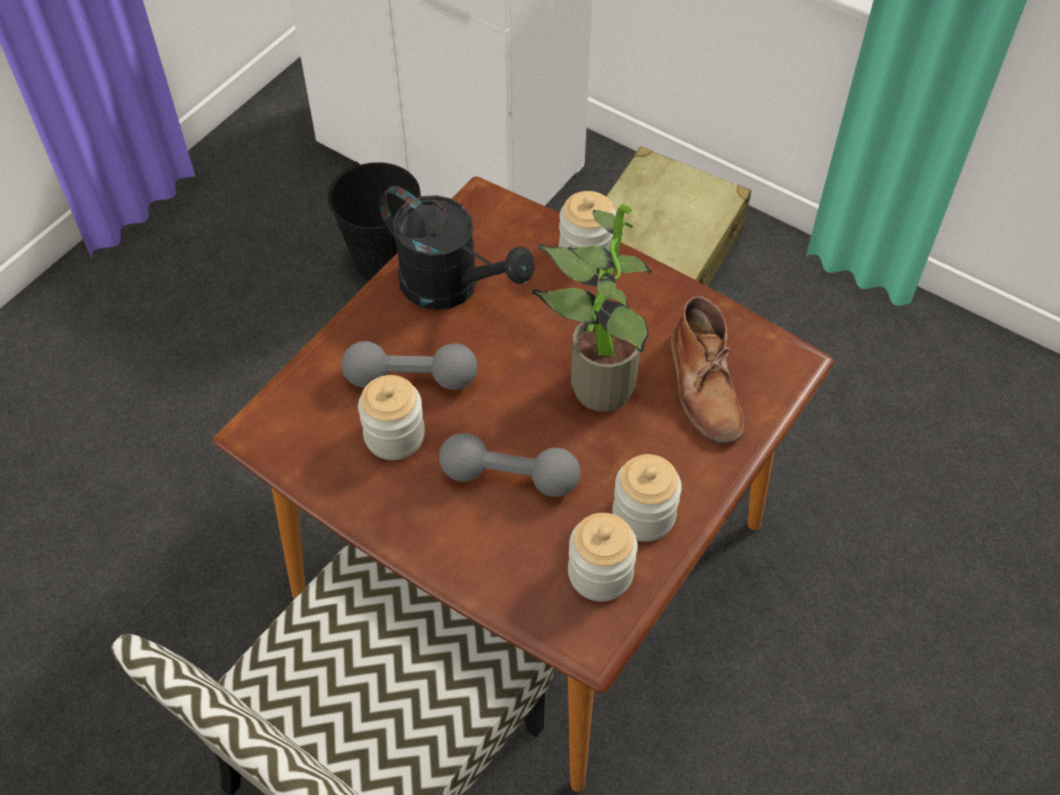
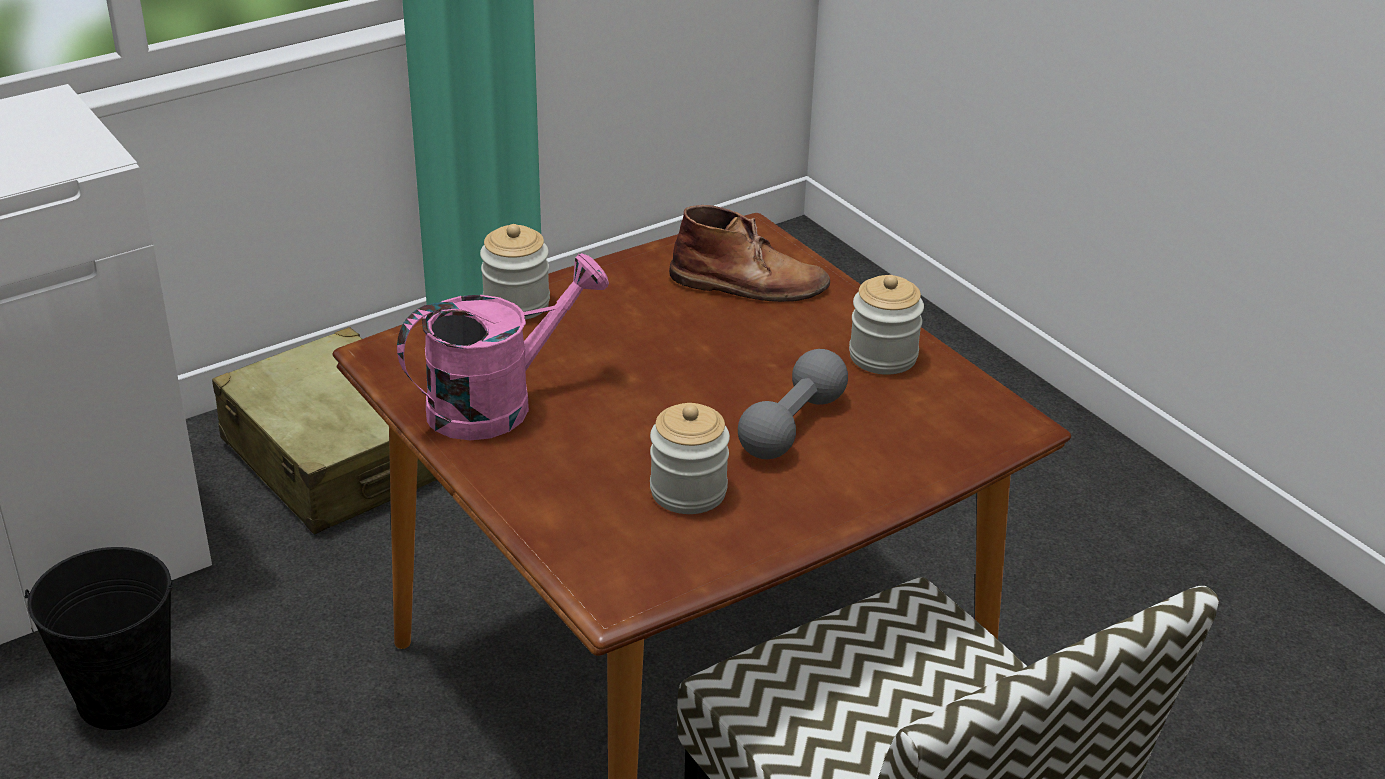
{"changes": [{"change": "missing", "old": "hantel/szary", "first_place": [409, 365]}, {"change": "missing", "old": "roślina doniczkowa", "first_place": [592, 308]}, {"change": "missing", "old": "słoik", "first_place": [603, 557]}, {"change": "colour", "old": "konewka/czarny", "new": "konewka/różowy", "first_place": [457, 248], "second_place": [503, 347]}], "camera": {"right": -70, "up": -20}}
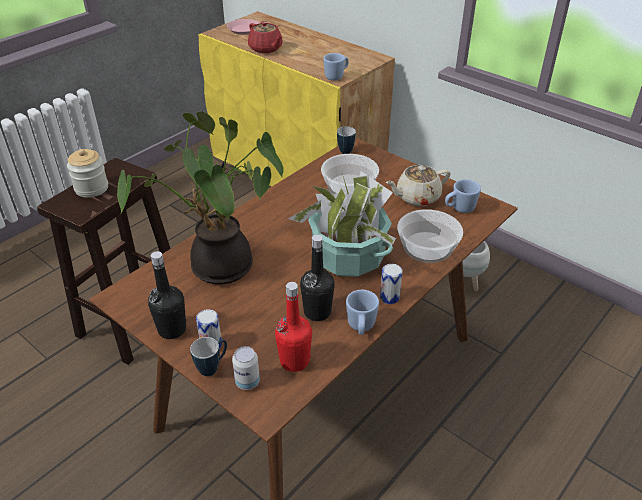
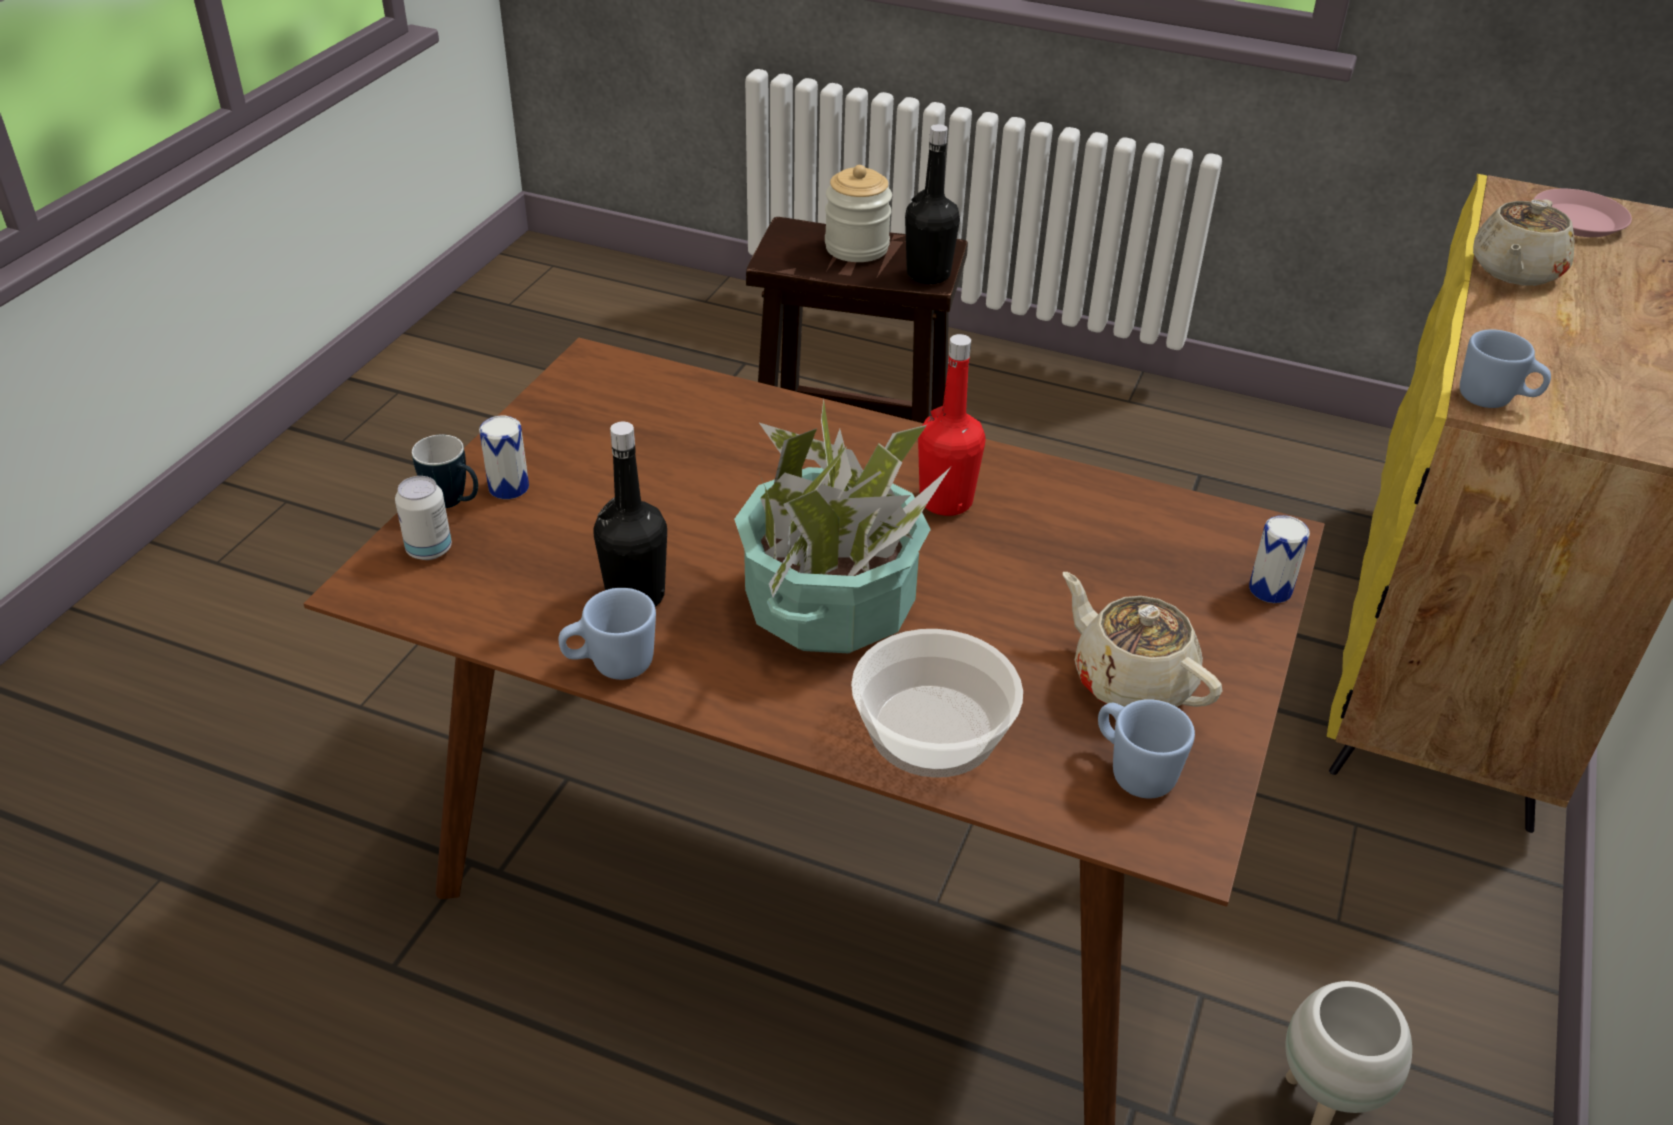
{"changes": [{"change": "missing", "old": "roślina doniczkowa", "first_place": [200, 198]}, {"change": "missing", "old": "miska", "first_place": [350, 174]}, {"change": "missing", "old": "kubek", "first_place": [346, 140]}, {"change": "relocated", "old": "butelka/czarny", "first_place": [167, 295], "second_place": [932, 204]}, {"change": "relocated", "old": "butelka/czerwony", "first_place": [293, 327], "second_place": [951, 425]}, {"change": "relocated", "old": "puszka", "first_place": [391, 284], "second_place": [1279, 559]}, {"change": "colour", "old": "imbryk/czerwony", "new": "imbryk/beżowy", "first_place": [265, 37], "second_place": [1523, 242]}], "camera": {"right": 70, "up": 0}}
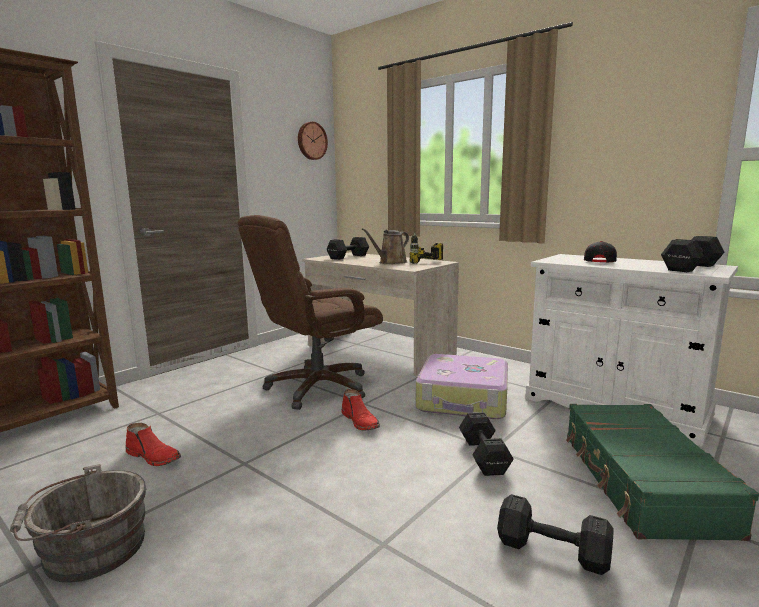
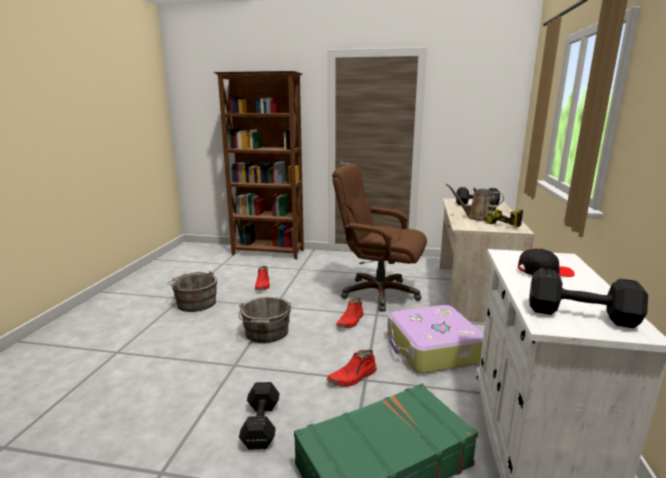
{"changes": [{"change": "missing", "old": "zegar ścienny", "first_place": [313, 141]}, {"change": "appeared", "new": "wiadro/szary", "second_place": [265, 320]}, {"change": "exchanged", "old": "hantel/czarny", "new": "but z cholewką/czerwony", "first_place": [486, 444], "second_place": [352, 368]}], "camera": {"right": 60, "up": 5}}
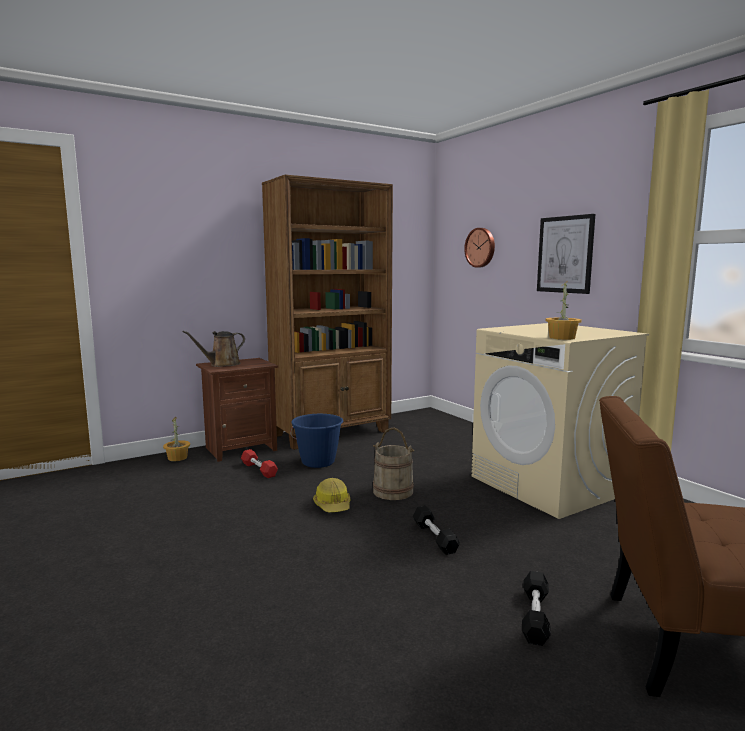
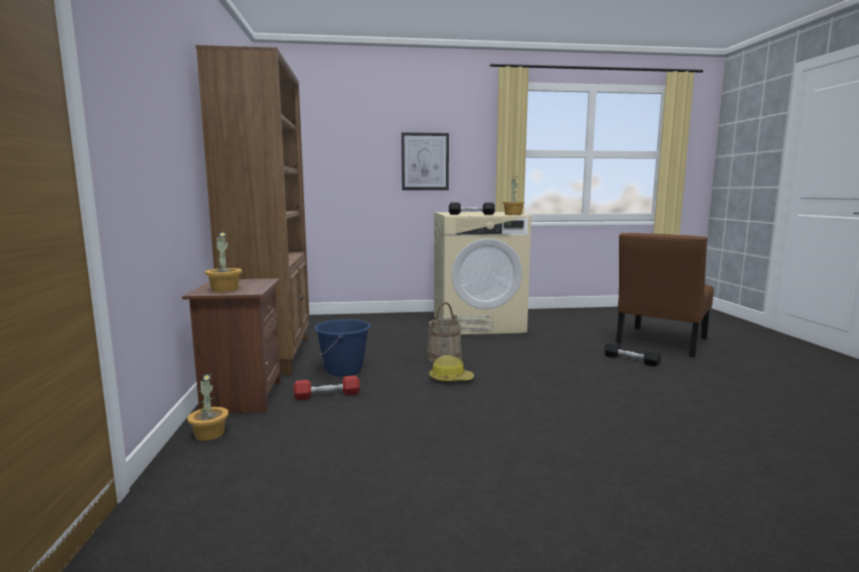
{"changes": [{"change": "missing", "old": "zegar ścienny", "first_place": [479, 248]}, {"change": "relocated", "old": "hantel/czarny", "first_place": [436, 530], "second_place": [472, 208]}, {"change": "exchanged", "old": "konewka/brązowy", "new": "roślina doniczkowa", "first_place": [214, 349], "second_place": [223, 262]}], "camera": {"right": -65, "up": 0}}
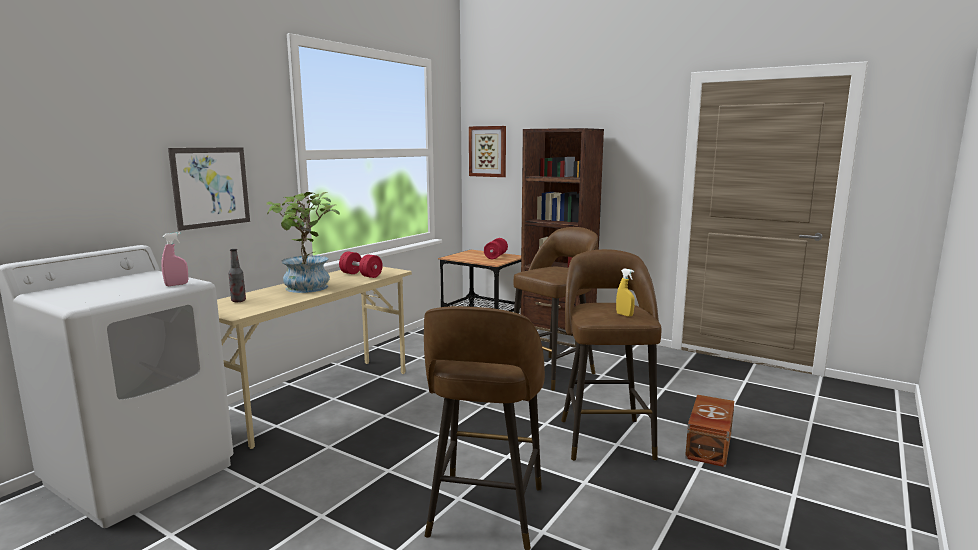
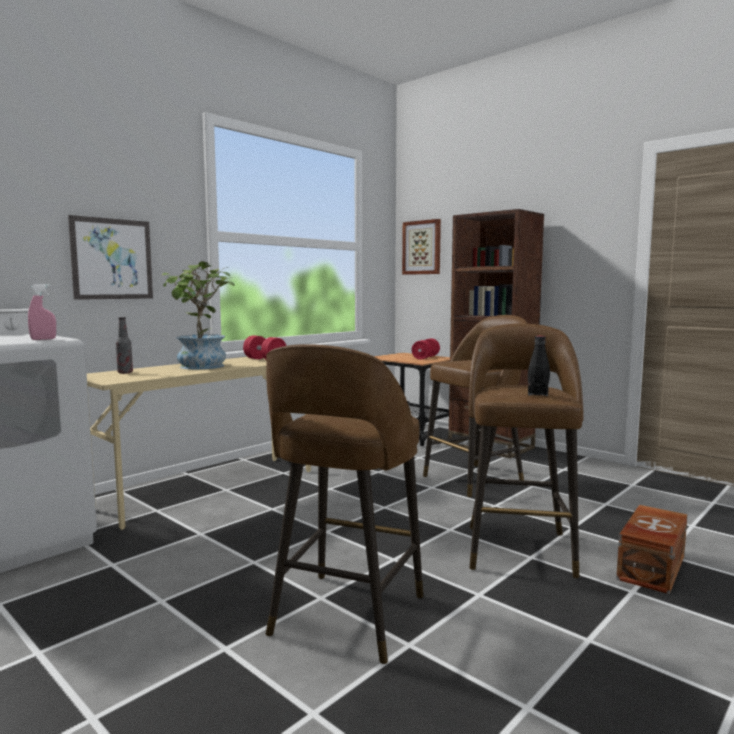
{"changes": [{"change": "exchanged", "old": "spryskiwacz/żółty", "new": "butelka/czarny", "first_place": [625, 293], "second_place": [539, 366]}], "camera": {"right": 10, "up": -5}}
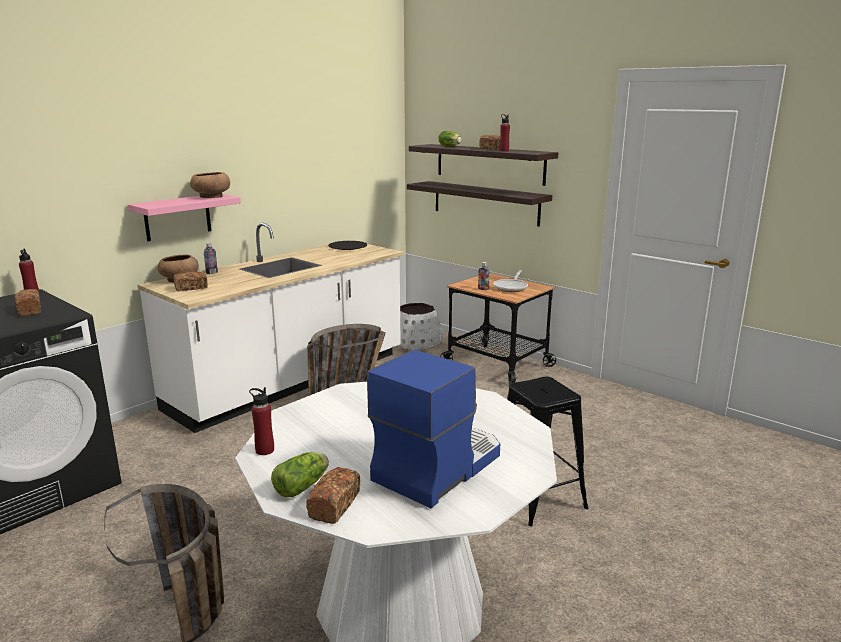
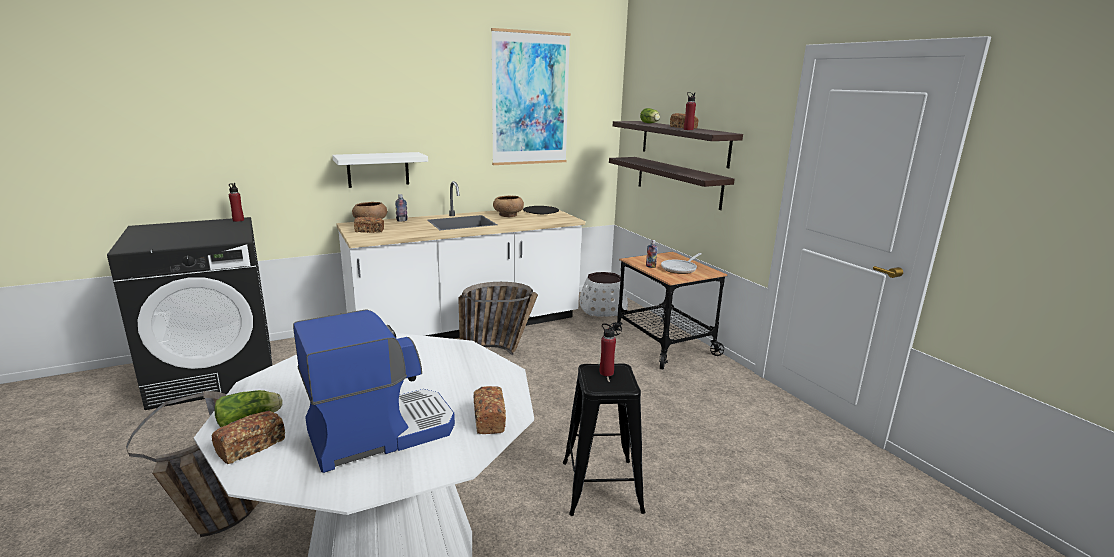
{"changes": [{"change": "appeared", "new": "obraz", "second_place": [531, 96]}, {"change": "relocated", "old": "chleb", "first_place": [28, 302], "second_place": [489, 410]}, {"change": "relocated", "old": "miska/brązowy", "first_place": [210, 185], "second_place": [508, 206]}, {"change": "relocated", "old": "butelka/czerwony", "first_place": [261, 421], "second_place": [608, 349]}, {"change": "colour", "old": "półka/różowy", "new": "półka/biały", "first_place": [184, 217], "second_place": [380, 170]}], "camera": {"right": 20, "up": 0}}
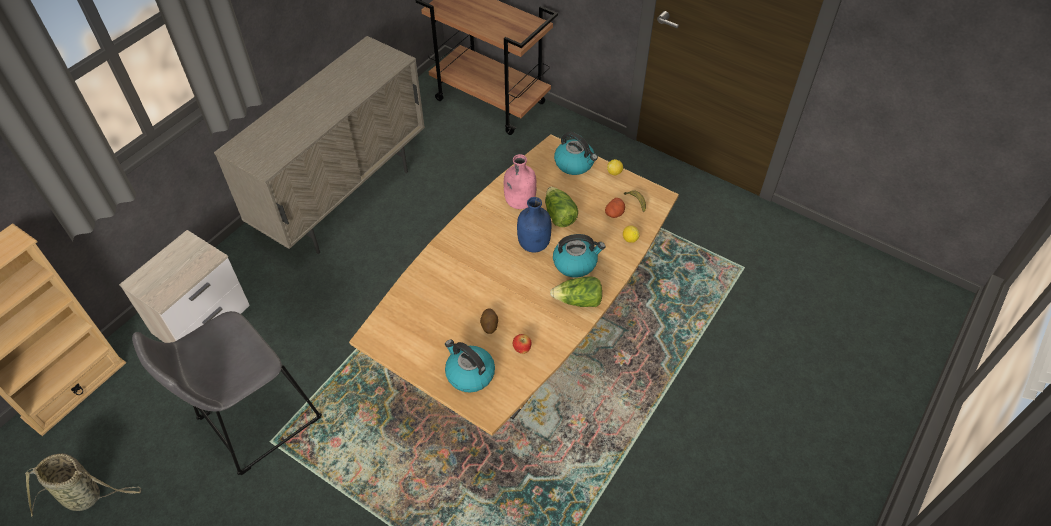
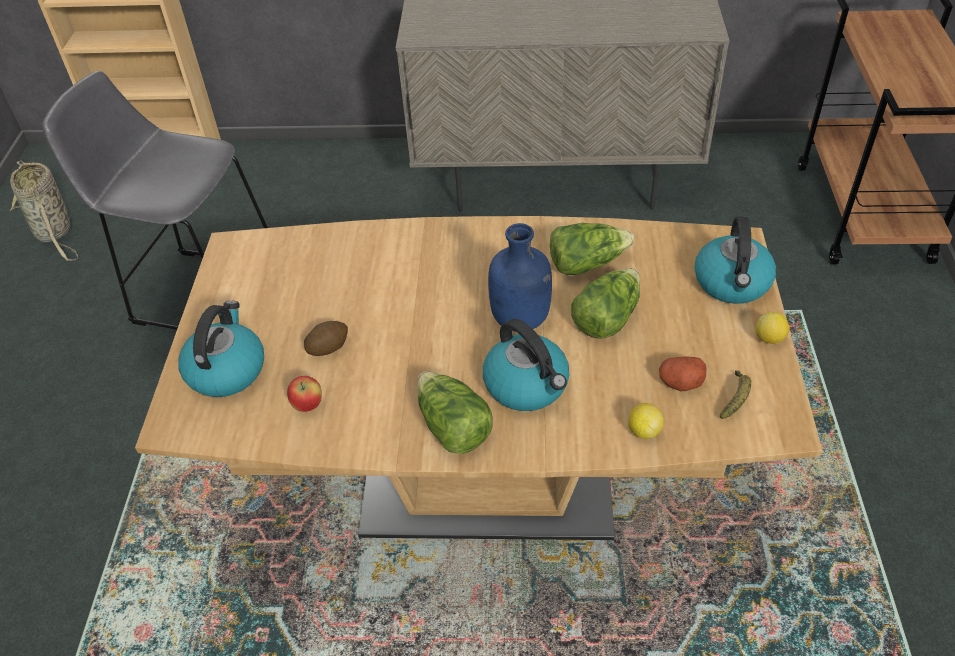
{"changes": [{"change": "missing", "old": "szafka nocna", "first_place": [184, 286]}, {"change": "exchanged", "old": "butelka/różowy", "new": "sałata", "first_place": [520, 181], "second_place": [592, 249]}], "camera": {"right": 60, "up": -5}}
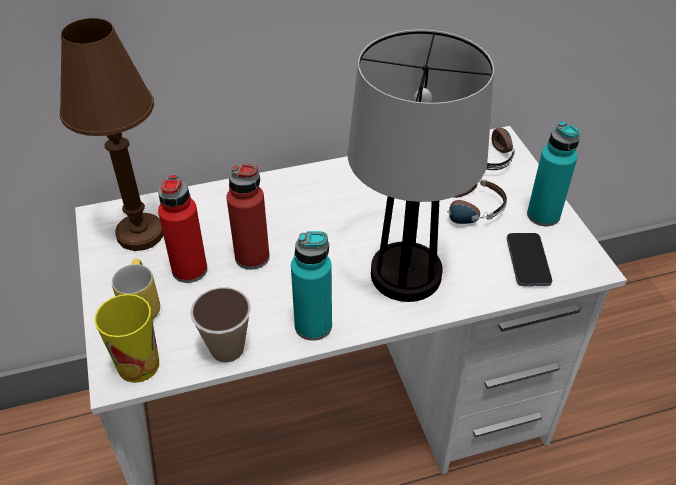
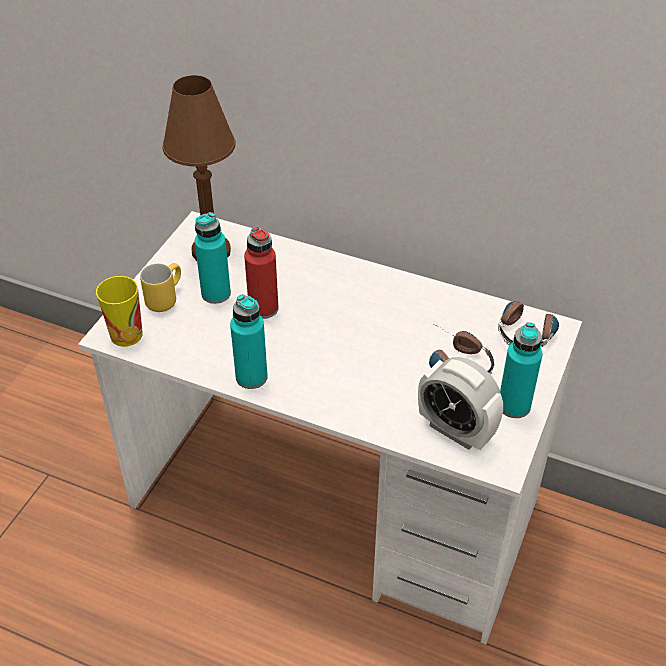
{"changes": [{"change": "missing", "old": "filiżanka", "first_place": [220, 325]}, {"change": "missing", "old": "lampa stołowa", "first_place": [421, 166]}, {"change": "exchanged", "old": "telefon", "new": "budzik", "first_place": [529, 259], "second_place": [460, 403]}, {"change": "colour", "old": "butelka/czerwony", "new": "butelka/turkusowy", "first_place": [182, 228], "second_place": [213, 258]}], "camera": {"right": 40, "up": 0}}
